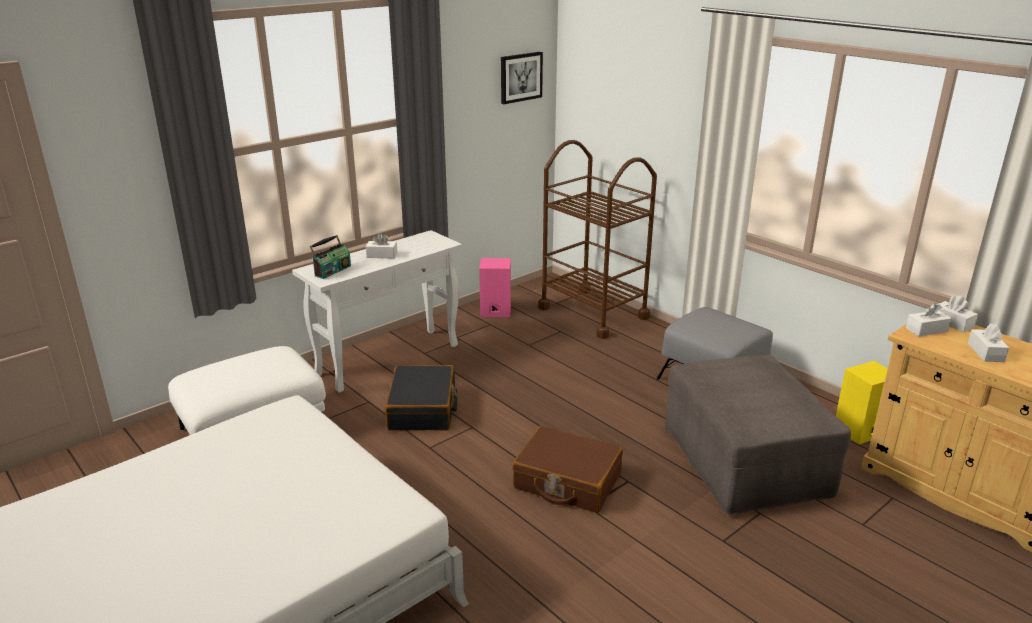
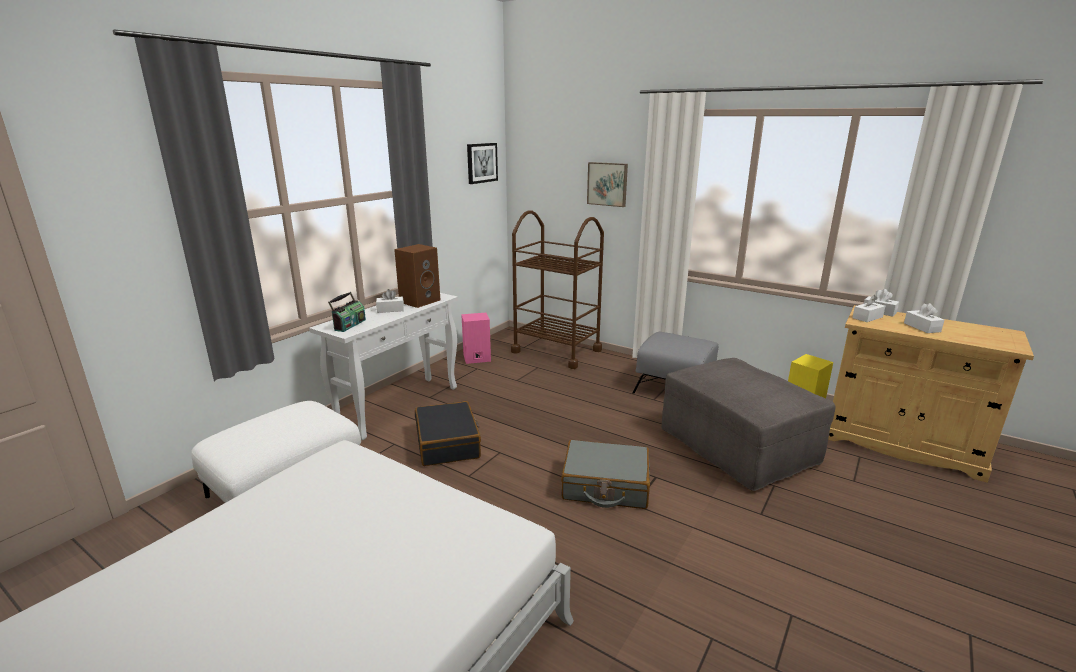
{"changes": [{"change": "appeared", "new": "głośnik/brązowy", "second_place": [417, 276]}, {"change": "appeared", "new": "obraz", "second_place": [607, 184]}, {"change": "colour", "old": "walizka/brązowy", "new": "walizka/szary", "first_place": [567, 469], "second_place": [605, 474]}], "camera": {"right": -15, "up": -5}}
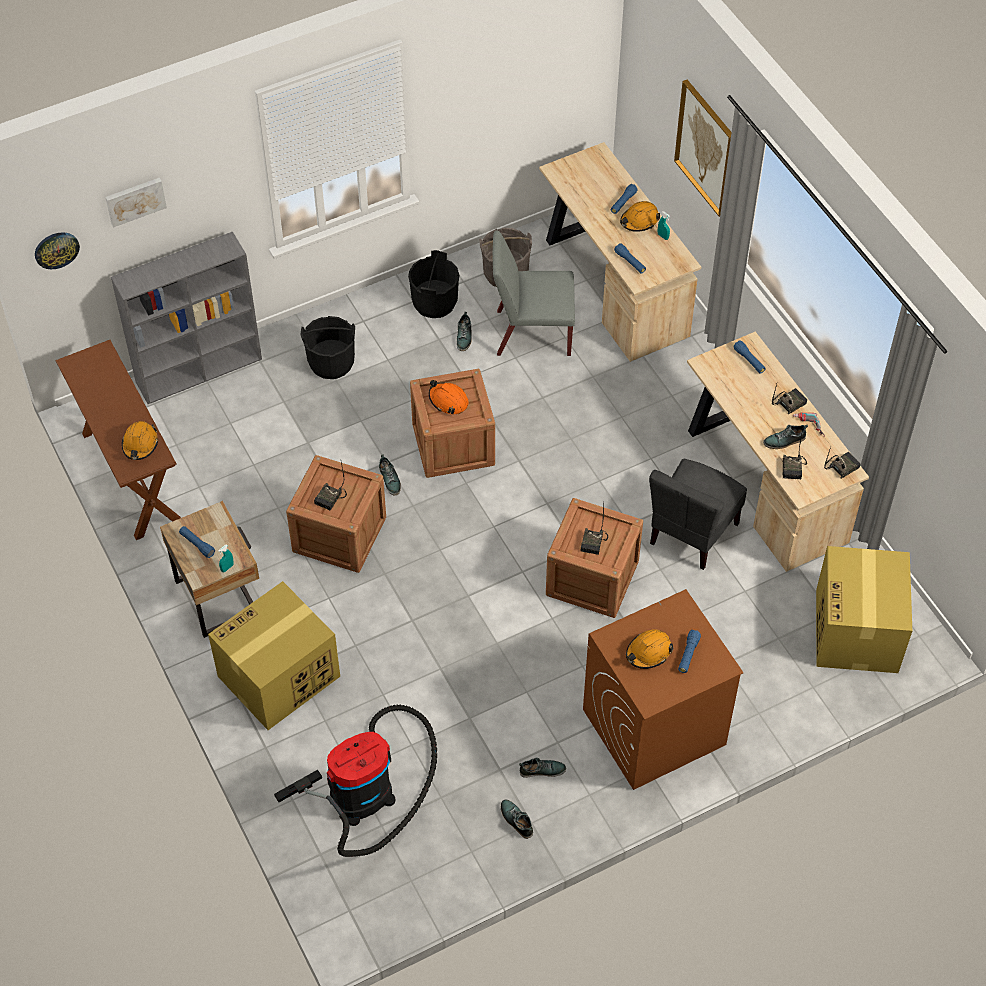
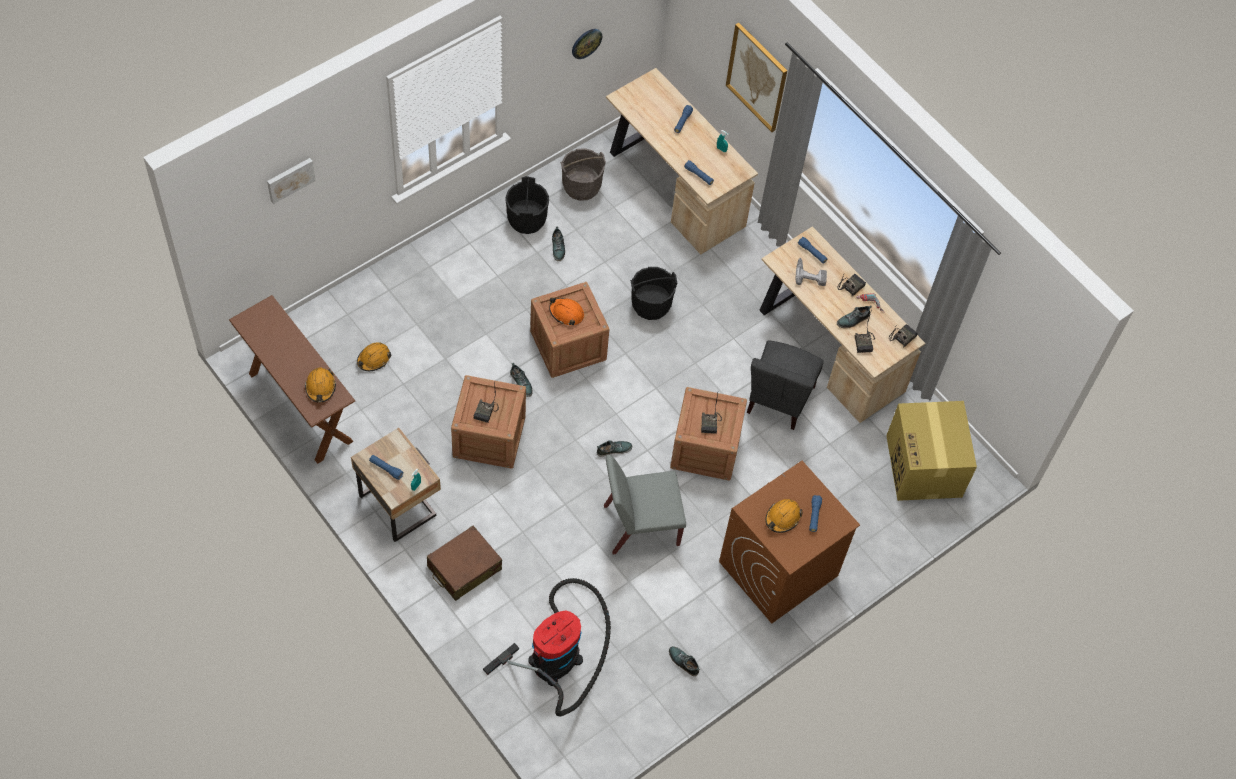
{"changes": [{"change": "missing", "old": "regał/szary", "first_place": [186, 318]}, {"change": "appeared", "new": "wiertarka", "second_place": [811, 272]}, {"change": "relocated", "old": "zegar ścienny", "first_place": [57, 251], "second_place": [587, 44]}, {"change": "relocated", "old": "wiadro/czarny", "first_place": [327, 347], "second_place": [653, 293]}, {"change": "relocated", "old": "krzesło/szary", "first_place": [533, 293], "second_place": [645, 504]}, {"change": "relocated", "old": "but", "first_place": [542, 767], "second_place": [614, 448]}, {"change": "relocated", "old": "kask/pomarańczowy", "first_place": [640, 216], "second_place": [374, 356]}, {"change": "exchanged", "old": "karton", "new": "walizka/brązowy", "first_place": [274, 655], "second_place": [464, 563]}], "camera": {"right": -15, "up": 5}}
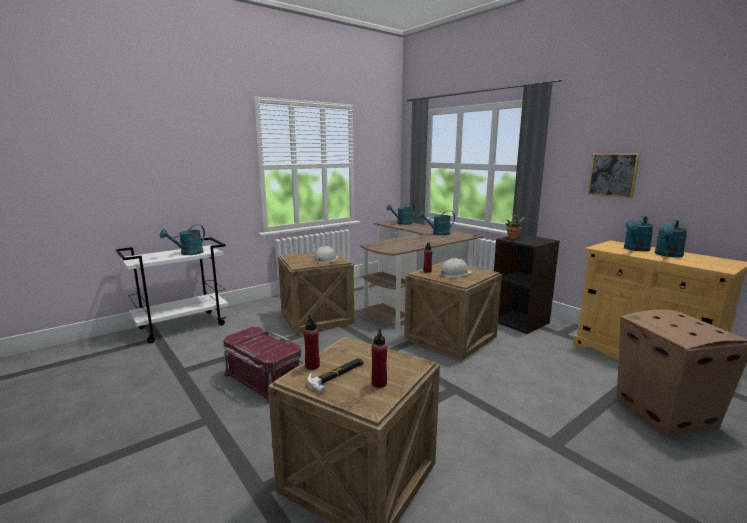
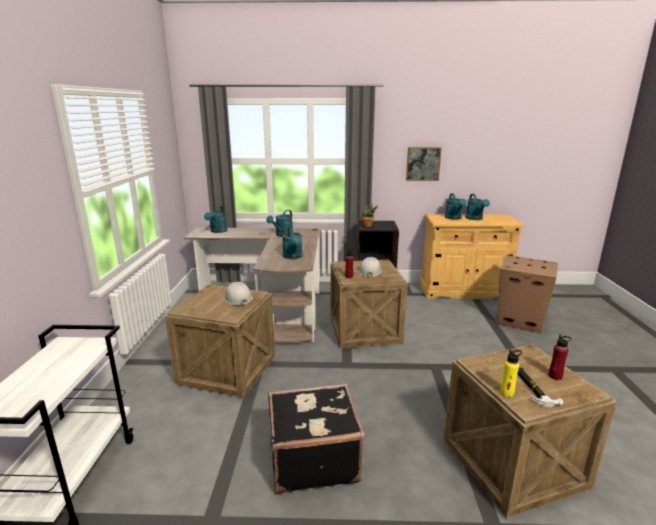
{"changes": [{"change": "relocated", "old": "konewka/turkusowy", "first_place": [182, 239], "second_place": [292, 243]}, {"change": "exchanged", "old": "pojemnik do przechowywania/czerwony", "new": "walizka/czarny", "first_place": [262, 365], "second_place": [316, 438]}, {"change": "colour", "old": "butelka/czerwony", "new": "butelka/żółty", "first_place": [312, 342], "second_place": [511, 373]}], "camera": {"right": -50, "up": 5}}
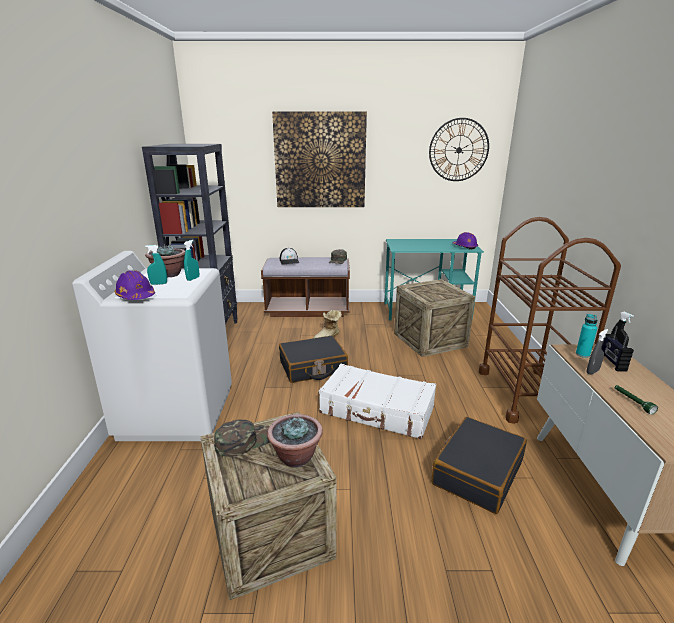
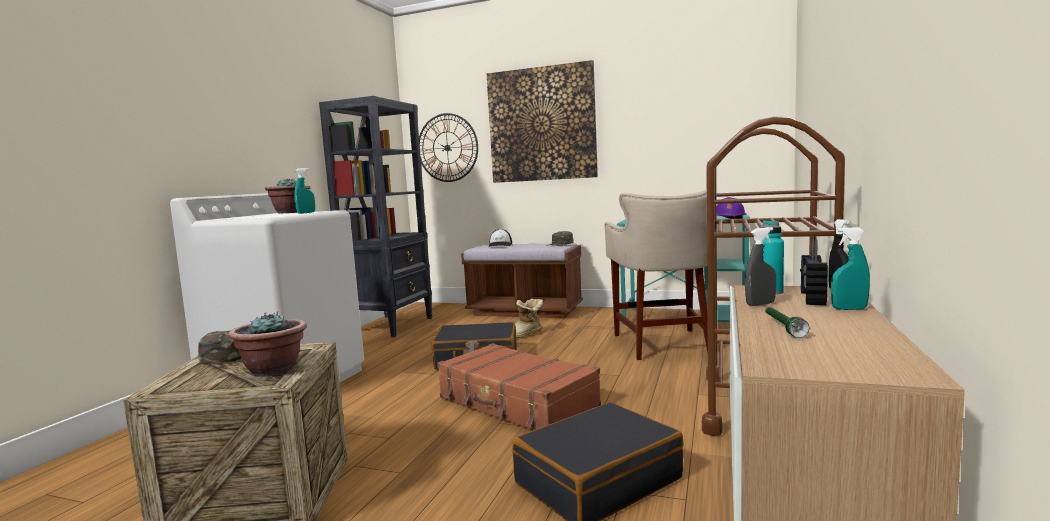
{"changes": [{"change": "missing", "old": "kask/fioletowy", "first_place": [134, 285]}, {"change": "relocated", "old": "spryskiwacz/turkusowy", "first_place": [156, 265], "second_place": [850, 268]}, {"change": "relocated", "old": "zegar ścienny", "first_place": [459, 149], "second_place": [448, 147]}, {"change": "exchanged", "old": "skrzynka", "new": "stołek/beżowy", "first_place": [434, 318], "second_place": [656, 274]}, {"change": "colour", "old": "walizka/biały", "new": "walizka/brązowy", "first_place": [377, 401], "second_place": [519, 387]}], "camera": {"right": 20, "up": -15}}
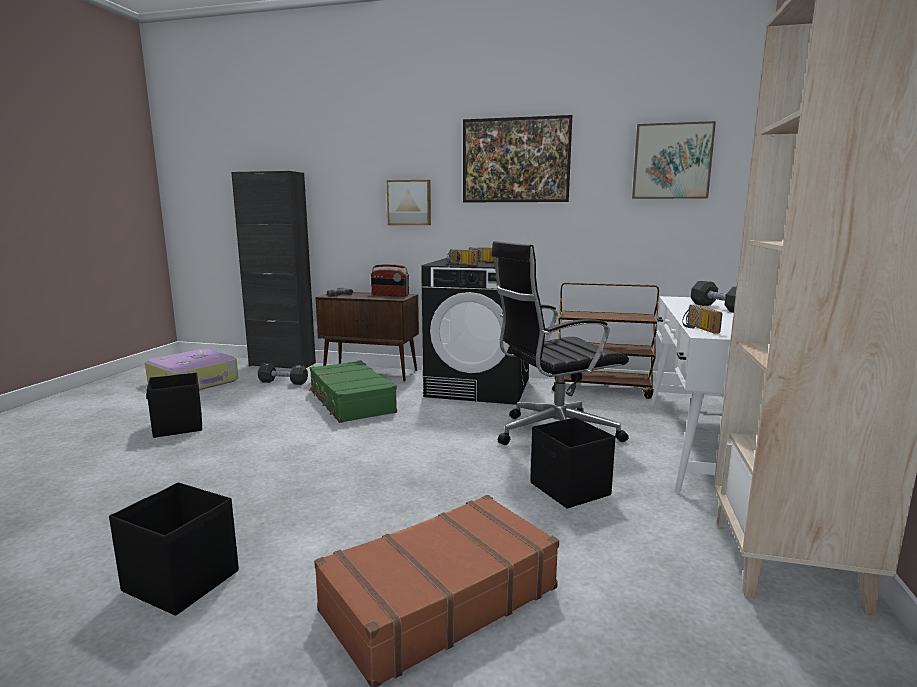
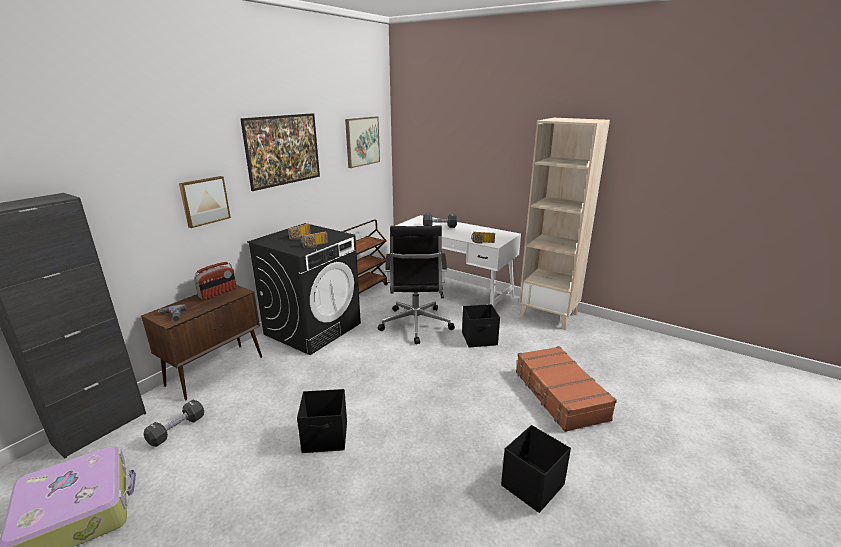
{"changes": [{"change": "missing", "old": "walizka/zielony", "first_place": [353, 391]}, {"change": "relocated", "old": "pojemnik do przechowywania/czarny", "first_place": [174, 405], "second_place": [322, 421]}], "camera": {"right": -70, "up": 10}}
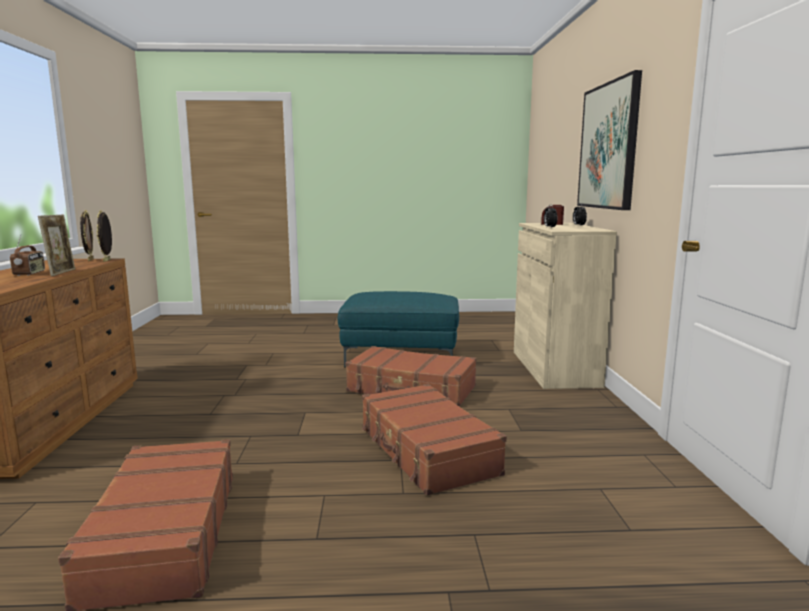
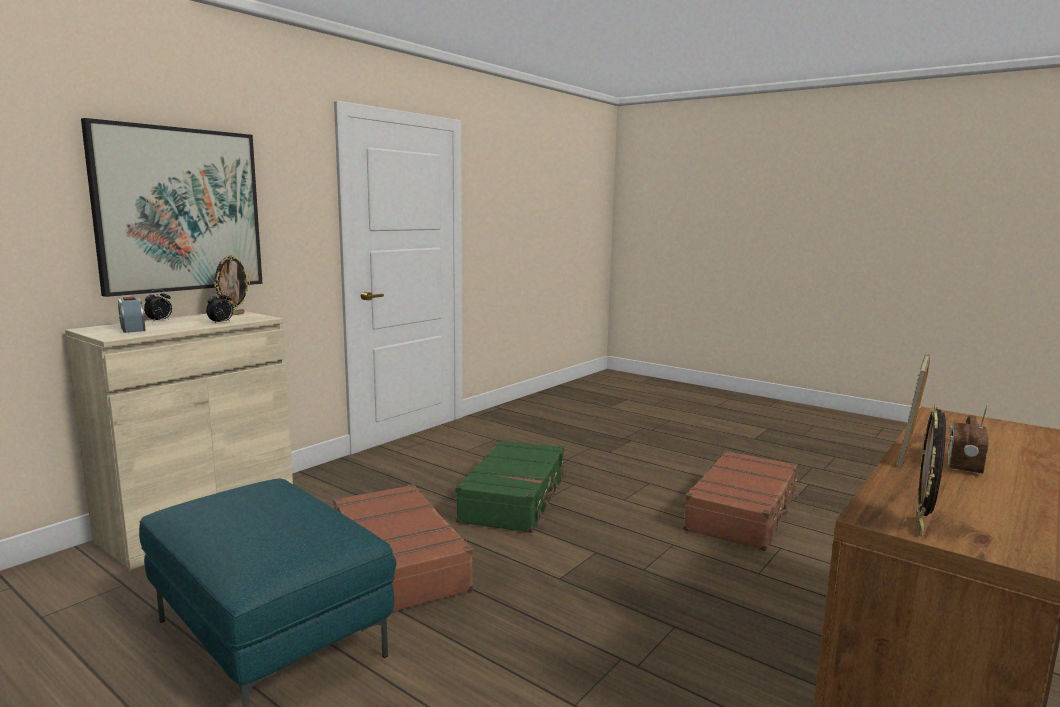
{"changes": [{"change": "relocated", "old": "ramka na zdjęcie", "first_place": [104, 236], "second_place": [232, 284]}, {"change": "colour", "old": "walizka/brązowy", "new": "walizka/zielony", "first_place": [434, 440], "second_place": [511, 486]}], "camera": {"right": -140, "up": 0}}
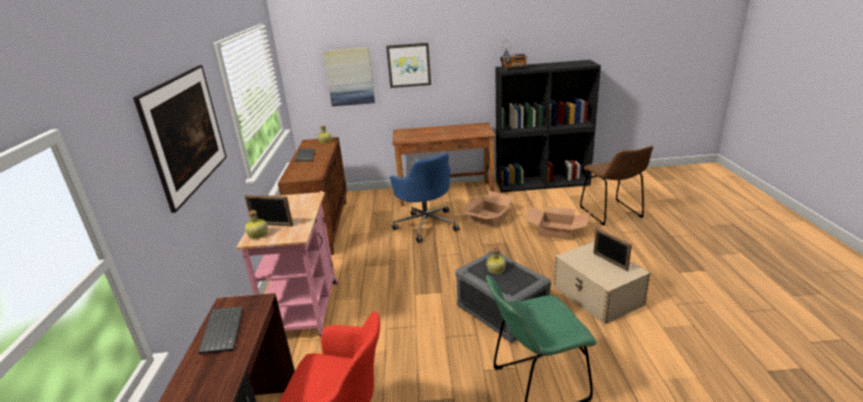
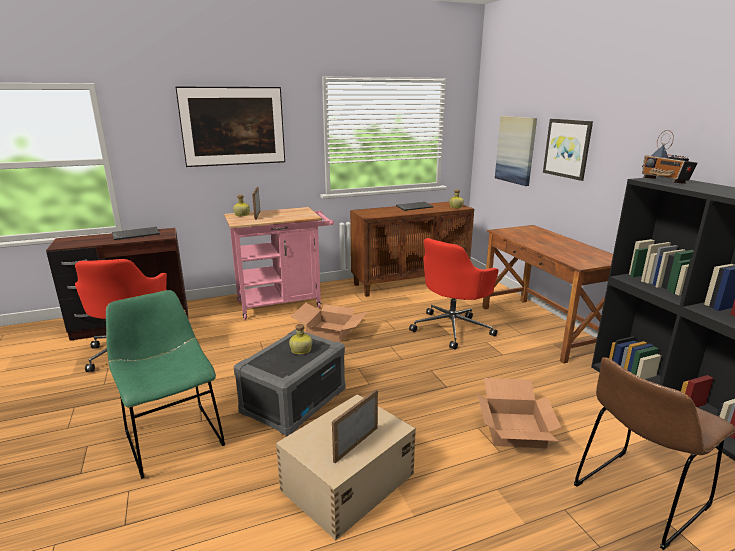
{"changes": [{"change": "relocated", "old": "karton", "first_place": [487, 209], "second_place": [329, 323]}, {"change": "colour", "old": "krzesło biurowe/niebieski", "new": "krzesło biurowe/czerwony", "first_place": [424, 198], "second_place": [454, 294]}], "camera": {"right": 70, "up": -5}}
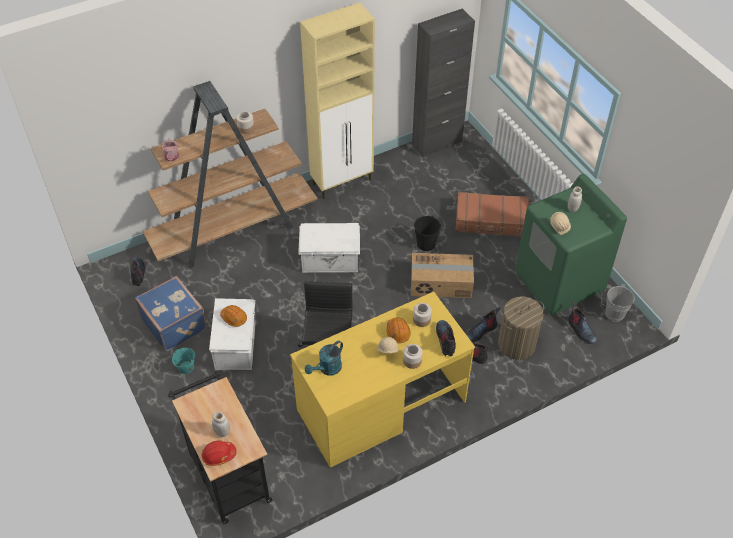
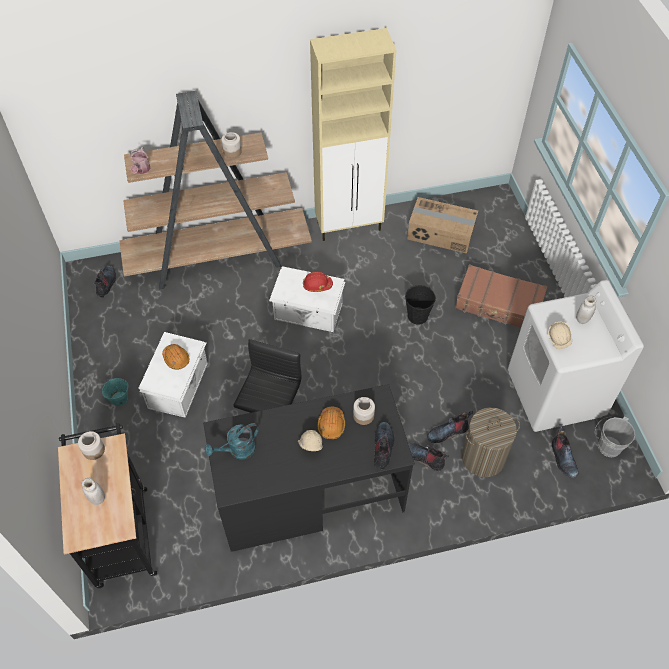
{"changes": [{"change": "missing", "old": "walizka/niebieski", "first_place": [170, 313]}, {"change": "missing", "old": "szafka/czarny", "first_place": [443, 82]}, {"change": "relocated", "old": "kask/czerwony", "first_place": [219, 453], "second_place": [318, 282]}, {"change": "relocated", "old": "słoik", "first_place": [412, 356], "second_place": [91, 445]}, {"change": "relocated", "old": "karton", "first_place": [442, 275], "second_place": [442, 225]}, {"change": "colour", "old": "biurko/żółty", "new": "biurko/czarny", "first_place": [382, 379], "second_place": [309, 468]}, {"change": "colour", "old": "pralka/zielony", "new": "pralka/biały", "first_place": [571, 244], "second_place": [576, 356]}], "camera": {"right": 15, "up": 5}}
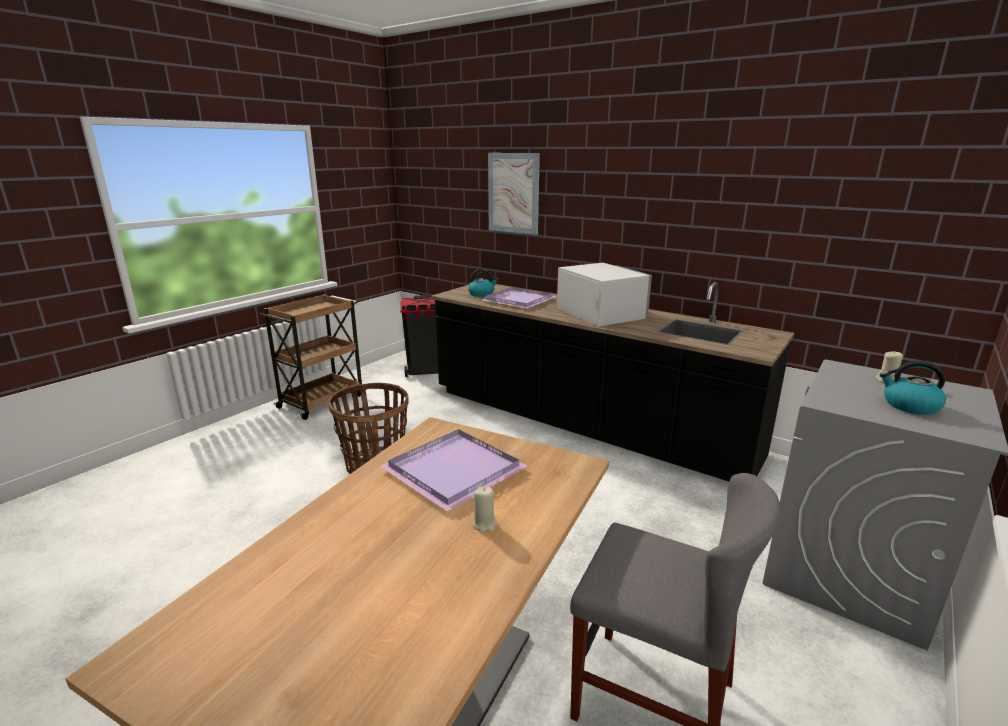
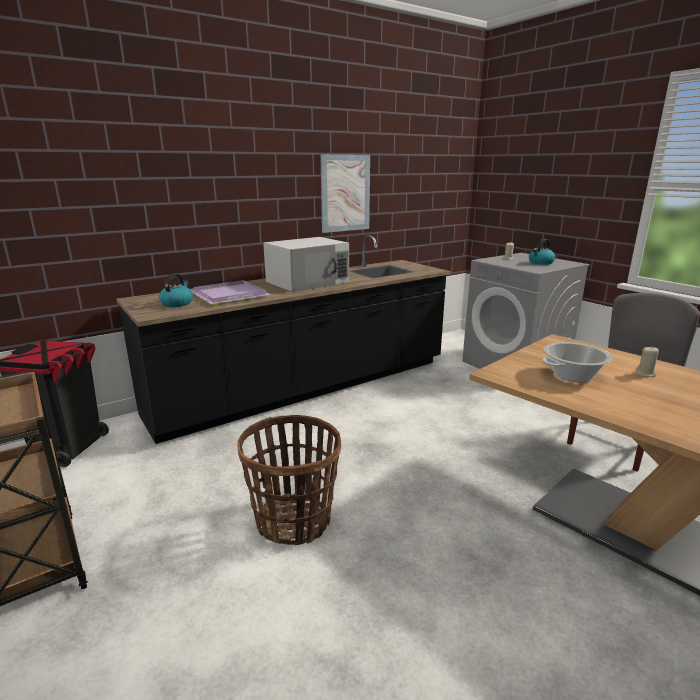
{"changes": [{"change": "relocated", "old": "obraz", "first_place": [514, 194], "second_place": [345, 193]}, {"change": "exchanged", "old": "taca/fioletowy", "new": "garnek", "first_place": [453, 470], "second_place": [577, 362]}, {"change": "spun", "old": "mikrofalówka/biały", "first_place": [604, 294], "second_place": [306, 264], "degrees": 150}], "camera": {"right": -70, "up": 0}}
